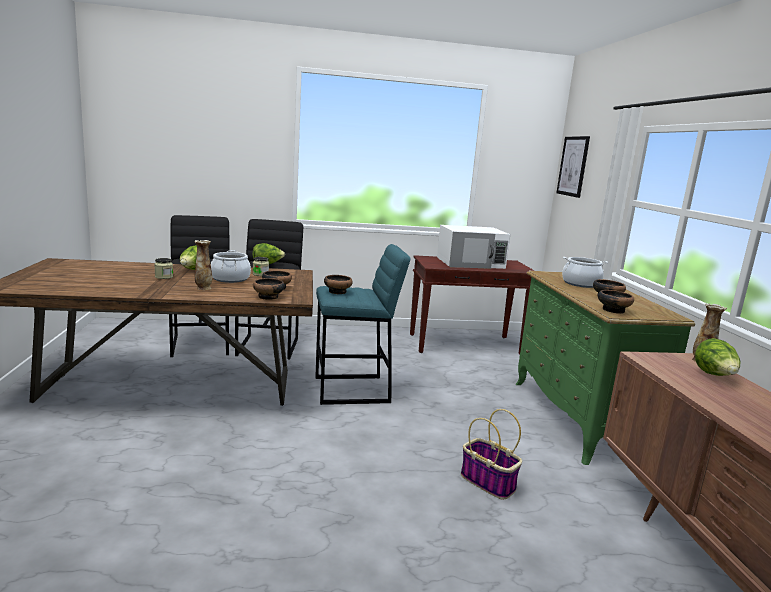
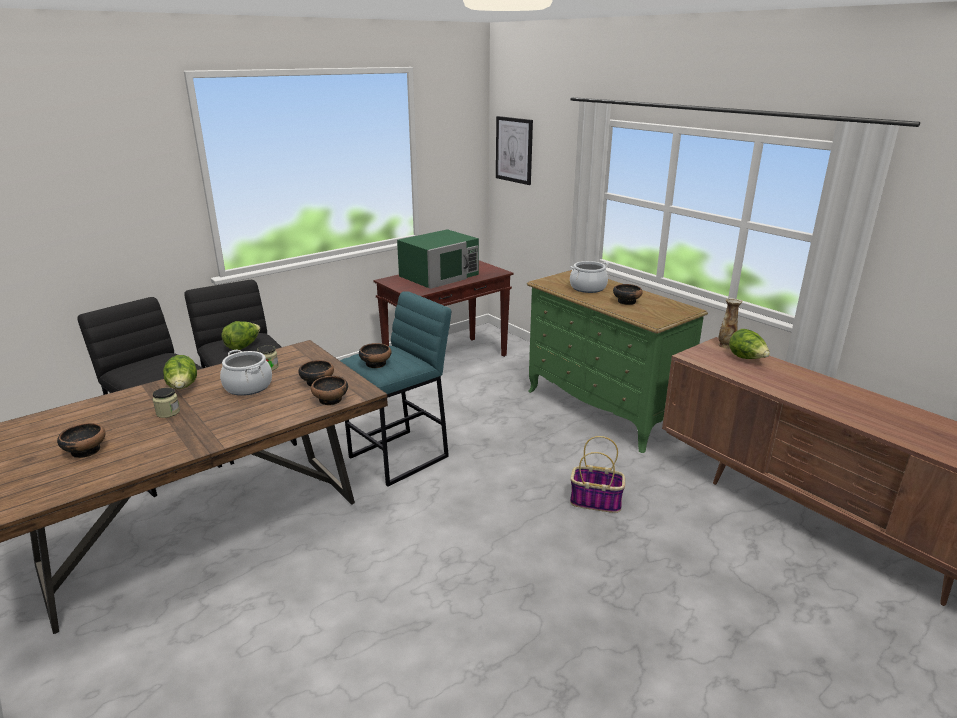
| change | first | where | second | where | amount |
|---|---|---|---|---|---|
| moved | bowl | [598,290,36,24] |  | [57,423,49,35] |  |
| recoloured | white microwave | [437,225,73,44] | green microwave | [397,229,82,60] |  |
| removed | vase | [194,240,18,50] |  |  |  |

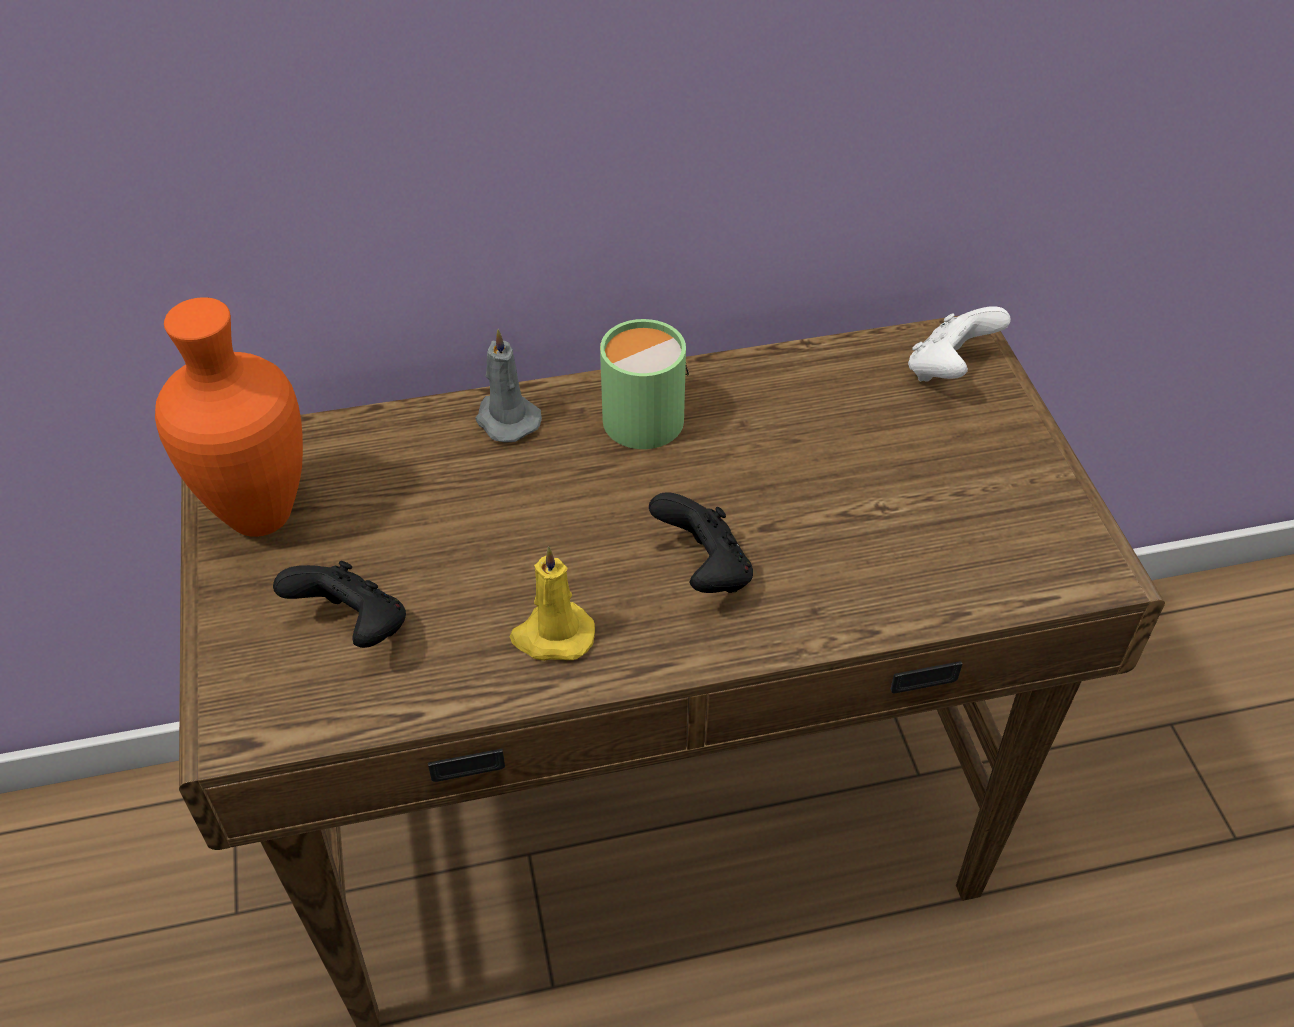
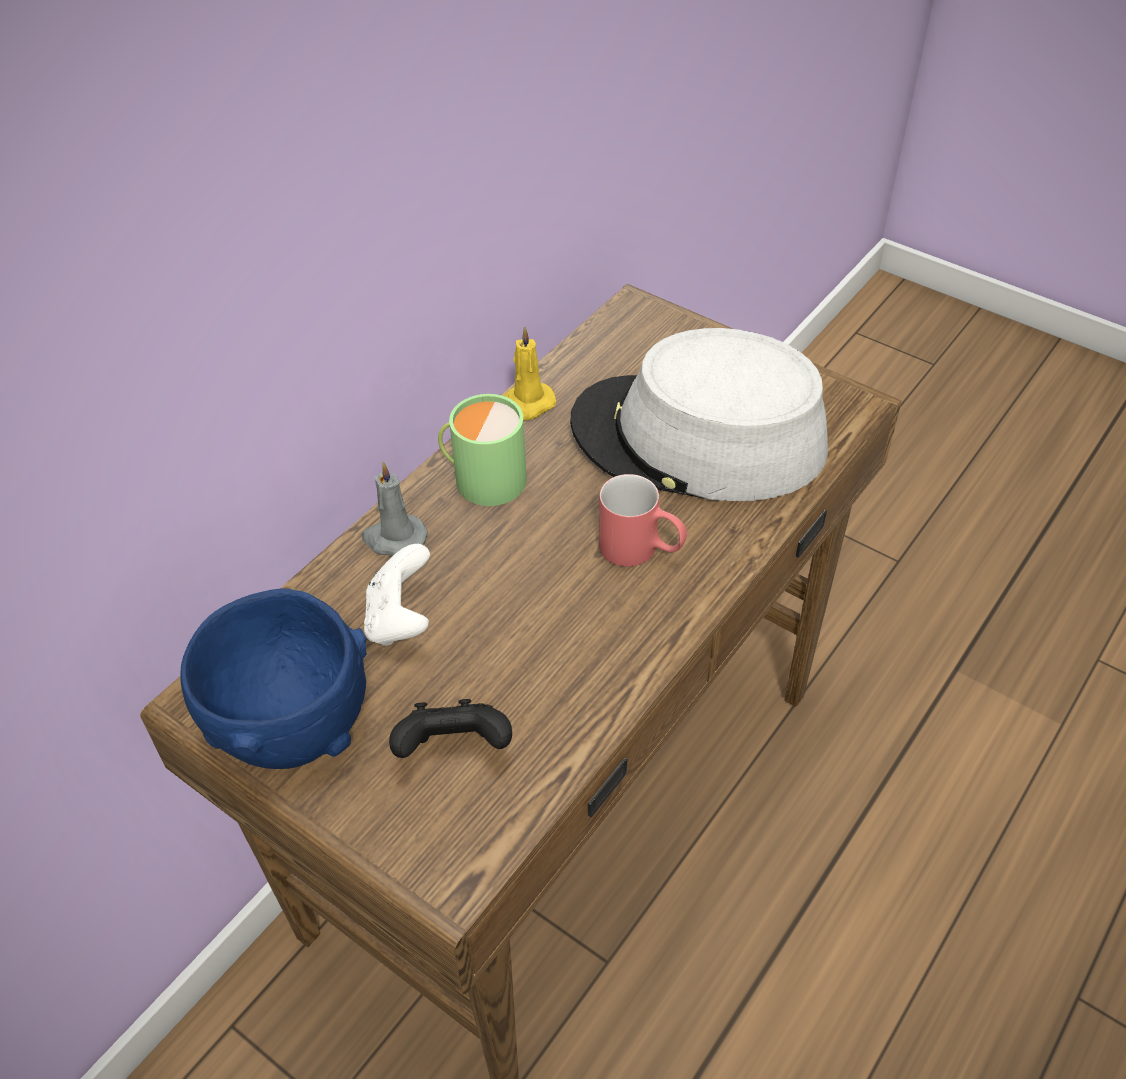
| change | first | where | second | where | amount |
|---|---|---|---|---|---|
| replaced | orange vase | [155,297,148,240] | blue bowl | [180,589,187,180] |  |
| moved | white game controller | [908,306,103,76] |  | [364,544,66,102] |  |
| moved | yellow candle | [510,546,85,115] |  | [504,326,52,95] |  |
| added |  |  | grey hat | [570,328,258,173] |  |
| replaced | black game controller | [649,492,104,101] | red mug | [599,474,88,93] |  |

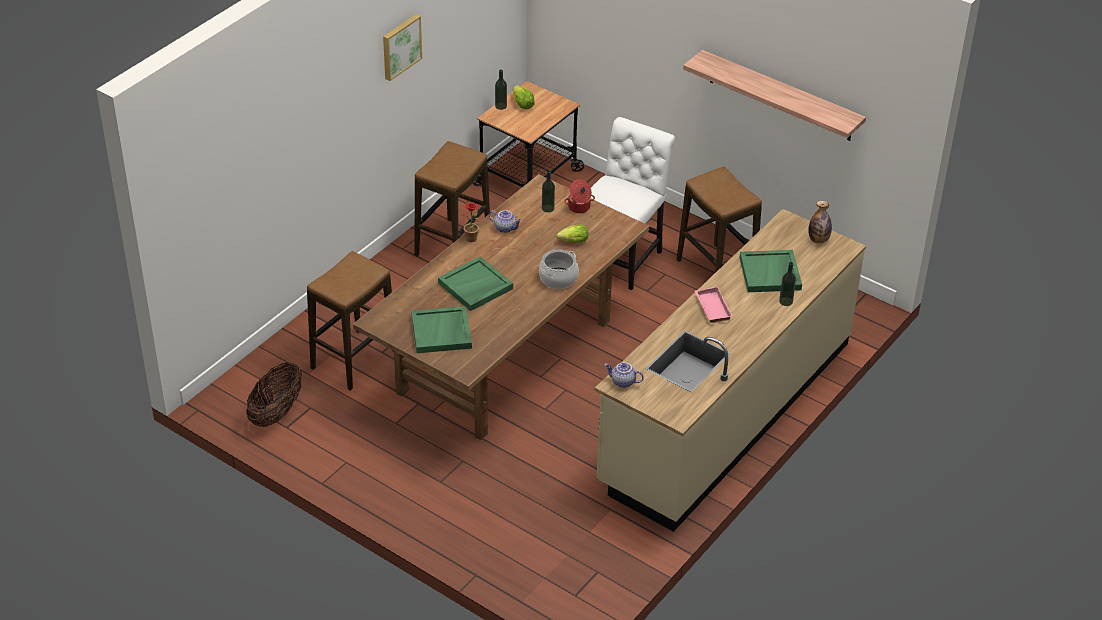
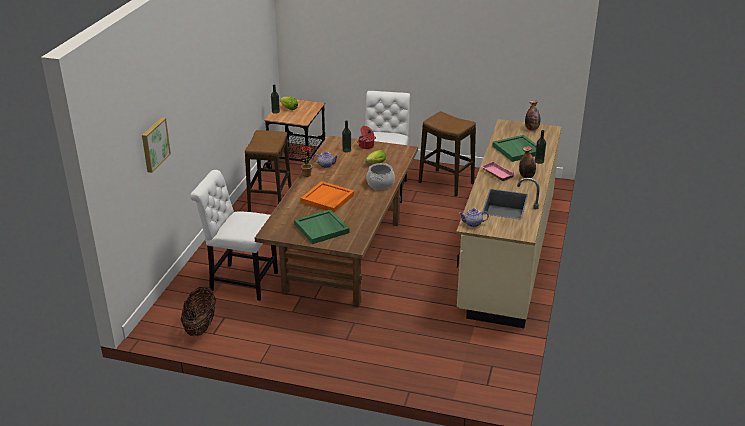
| change | first | where | second | where | amount |
|---|---|---|---|---|---|
| moved | picture | [383,14,39,67] |  | [142,117,29,56] |  |
| replaced | stool | [307,251,87,140] | white chair | [190,170,88,131] |  |
| recoloured | green tray | [438,257,75,54] | orange tray | [300,181,54,32] |  |
| added |  |  | bottle | [519,146,17,32] |  |
| removed | shelf | [683,50,183,91] |  |  |  |

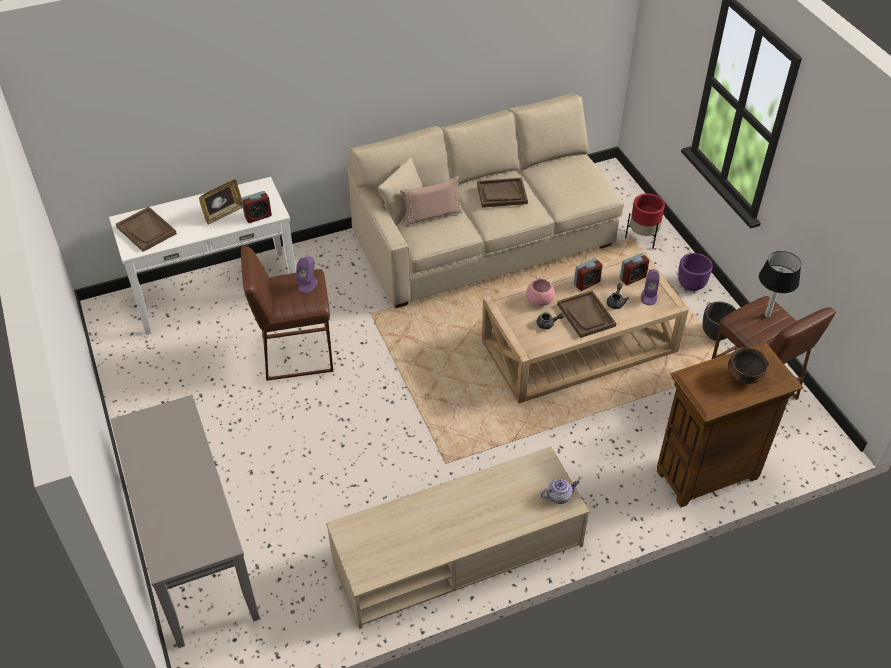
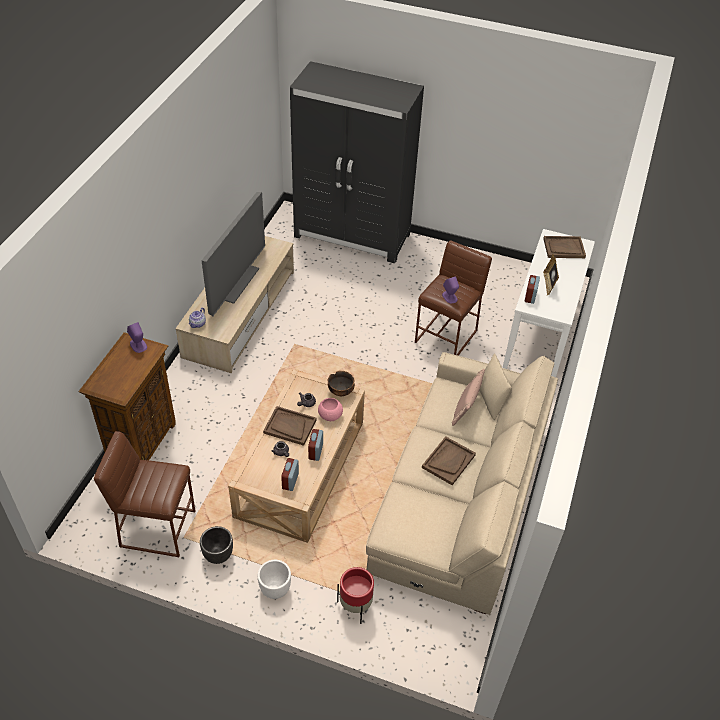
| change | first | where | second | where | amount |
|---|---|---|---|---|---|
| moved | purple speaker | [641,269,19,36] |  | [127,322,20,31] |  |
| added |  |  | television | [201,192,64,125] |  |
| recoloured | purple planter | [678,253,35,38] | white planter | [258,560,33,39] |  |
| replaced | grey console table | [111,395,149,253] | black cabinet | [290,61,134,202] |  |
| moved | bowl | [728,347,41,37] |  | [328,371,27,25] |  |
| removed | table lamp | [759,251,42,67] |  |  |  |

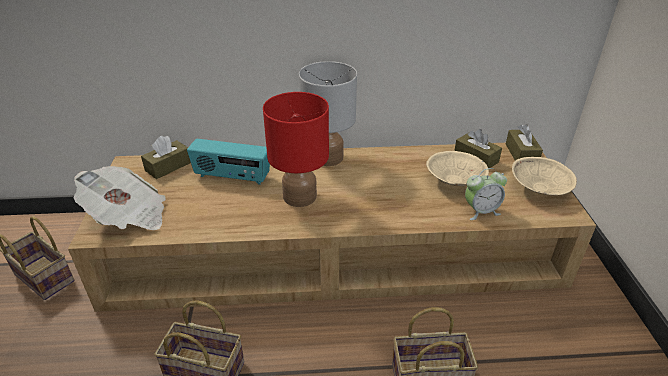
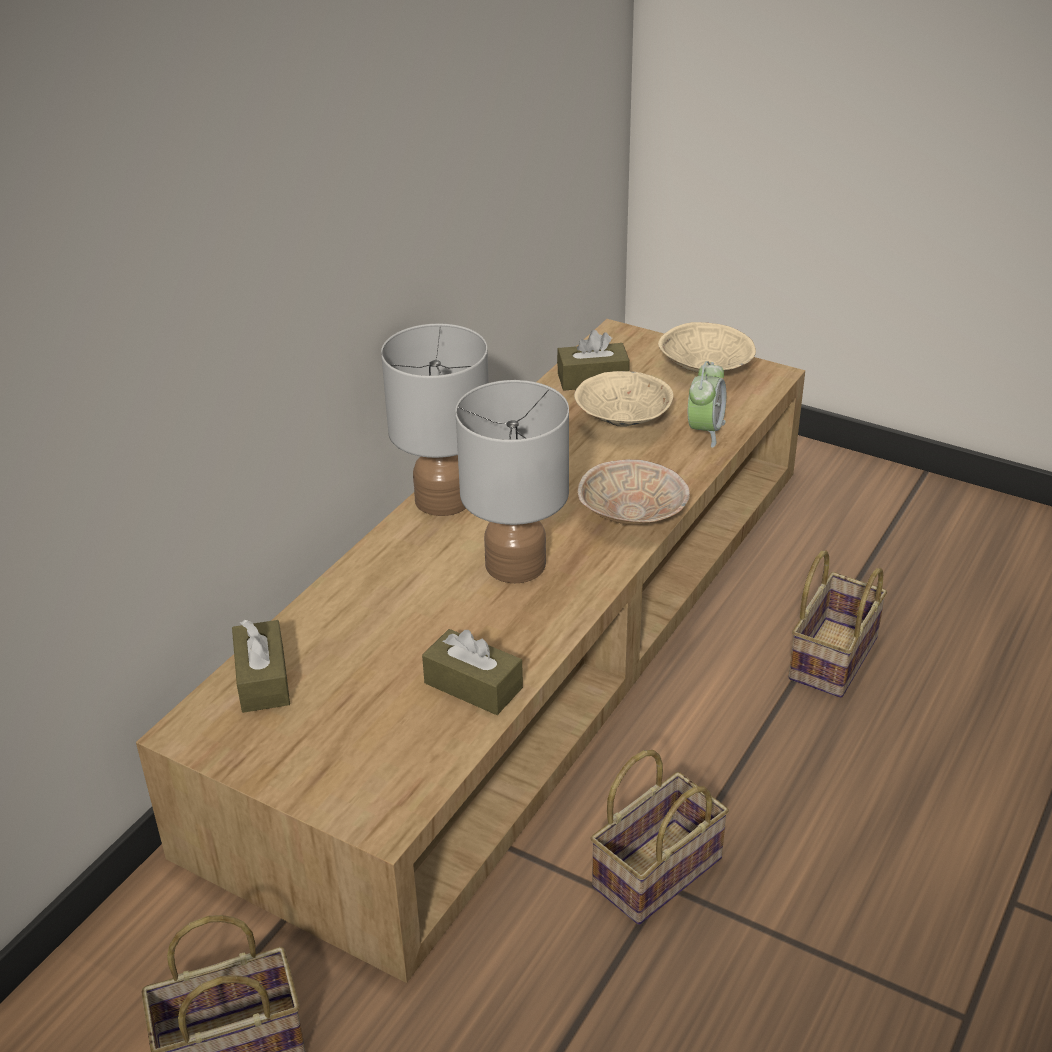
| change | first | where | second | where | amount |
|---|---|---|---|---|---|
| moved | brown tissue box | [506,124,37,37] |  | [422,629,101,86] |  |
| recoloured | red table lamp | [263,92,66,115] | grey table lamp | [455,380,114,203] |  |
| added |  |  | beige bowl | [578,459,112,66] |  |
| removed | newspaper | [74,166,92,64] |  |  |  |
| removed | radio | [187,139,83,46] |  |  |  |

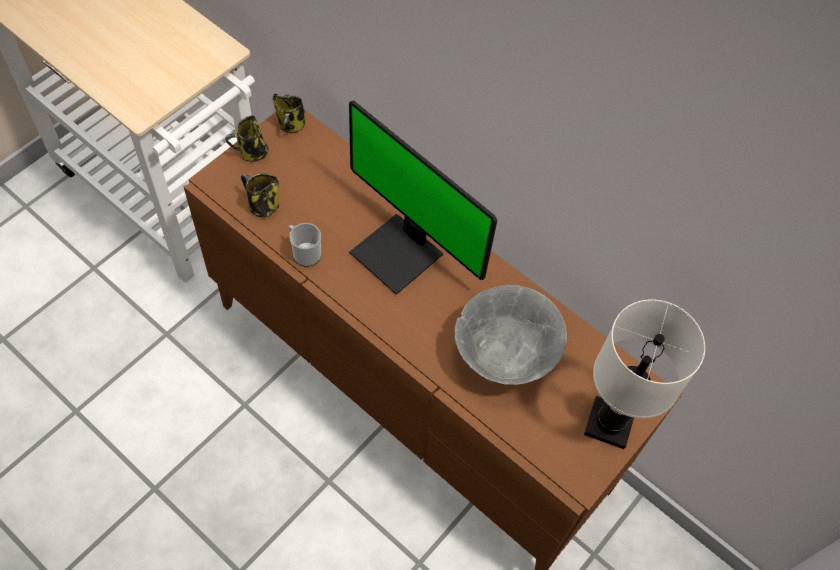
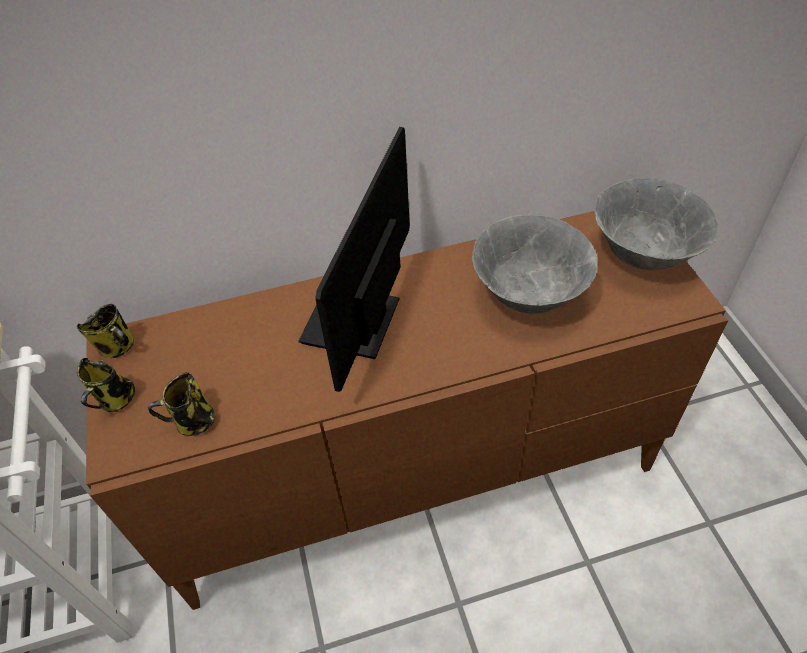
| change | first | where | second | where | amount |
|---|---|---|---|---|---|
| turned | monitor | [349,101,148,194] |  | [299,127,111,265] | 120 degrees clockwise |
| replaced | white table lamp | [584,300,121,149] | grey bowl | [594,178,124,92] |  |
| removed | mug | [288,223,33,44] |  |  |  |

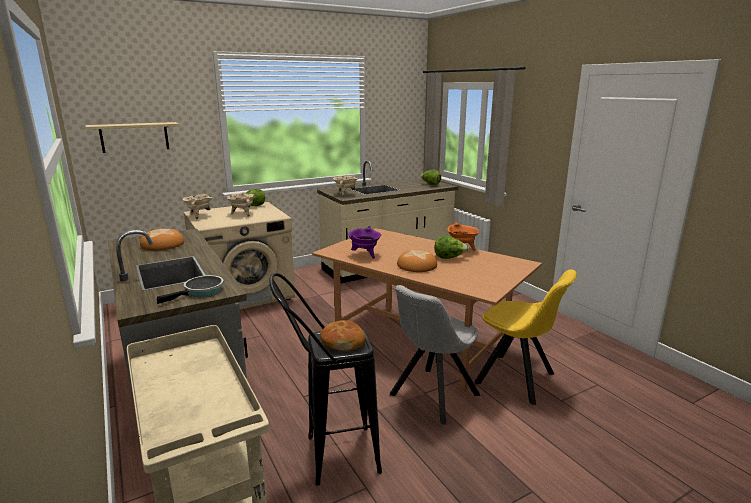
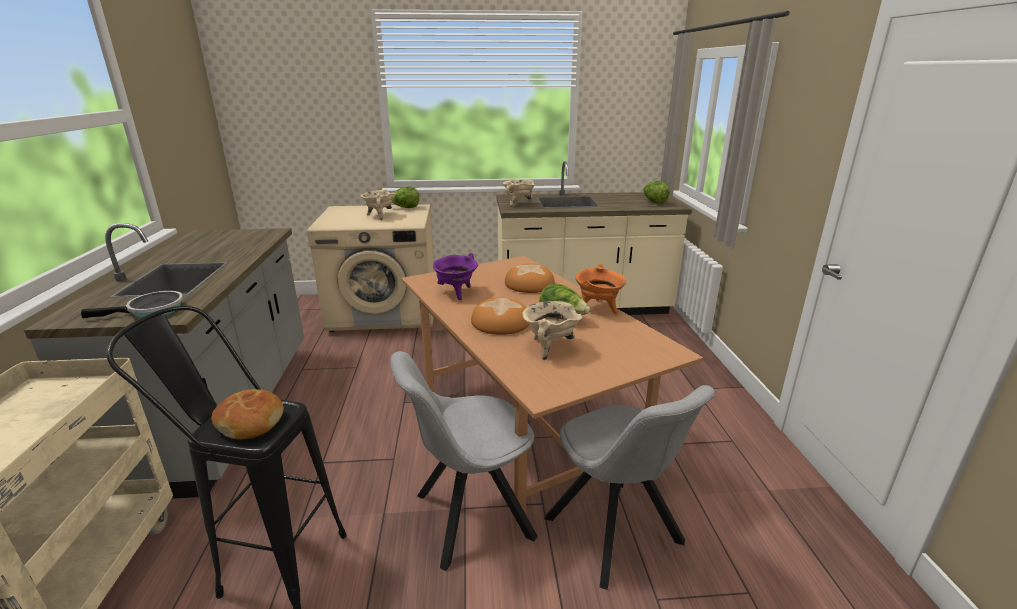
| change | first | where | second | where | amount |
|---|---|---|---|---|---|
| moved | bread | [140,228,44,22] |  | [505,264,50,29] |  |
| moved | beige cooking pot | [182,194,30,25] |  | [523,301,59,59] |  |
| recoloured | yellow chair | [474,270,103,135] | grey chair | [544,385,171,205] |  |
| removed | beige shelf | [86,122,94,31] |  |  |  |

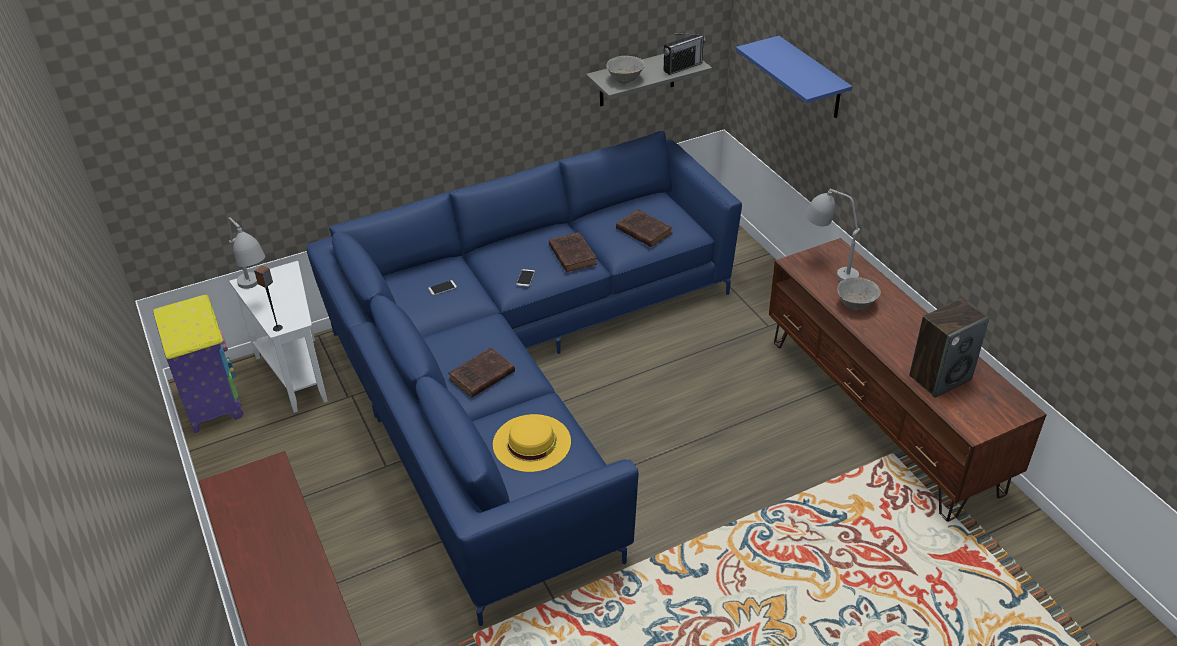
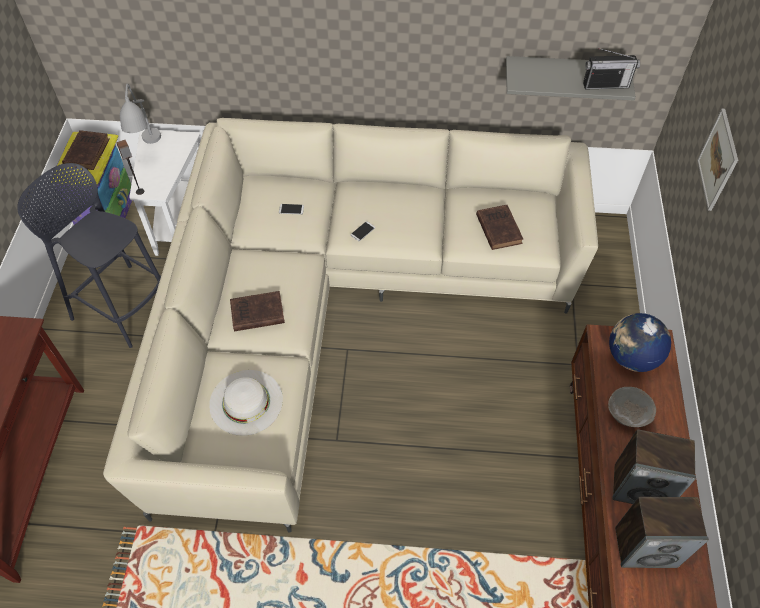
| change | first | where | second | where | amount |
|---|---|---|---|---|---|
| added |  |  | grey stool | [17,163,144,185] |  |
| moved | brown book | [549,232,48,40] |  | [62,130,48,40] |  |
| recoloured | blue sofa | [307,131,435,495] | beige sofa | [103,118,495,414] |  |
| recoloured | yellow hat | [493,414,78,58] | white hat | [209,370,74,66] |  |
| replaced | grey table lamp | [805,189,55,92] | globe | [609,313,62,59] |  |
| added |  |  | speaker | [612,429,84,75] |  |
| replaced | blue shelf | [736,36,116,82] | picture | [697,109,41,102] |  |
| removed | grey bowl | [606,56,39,27] |  |  |  |

